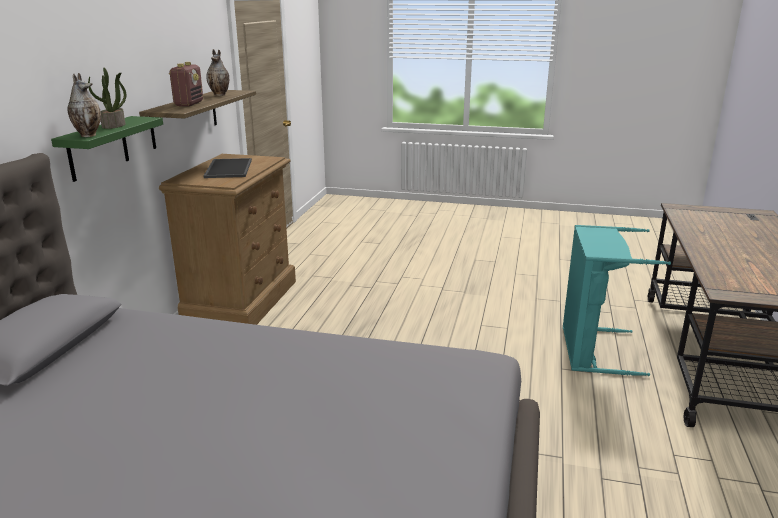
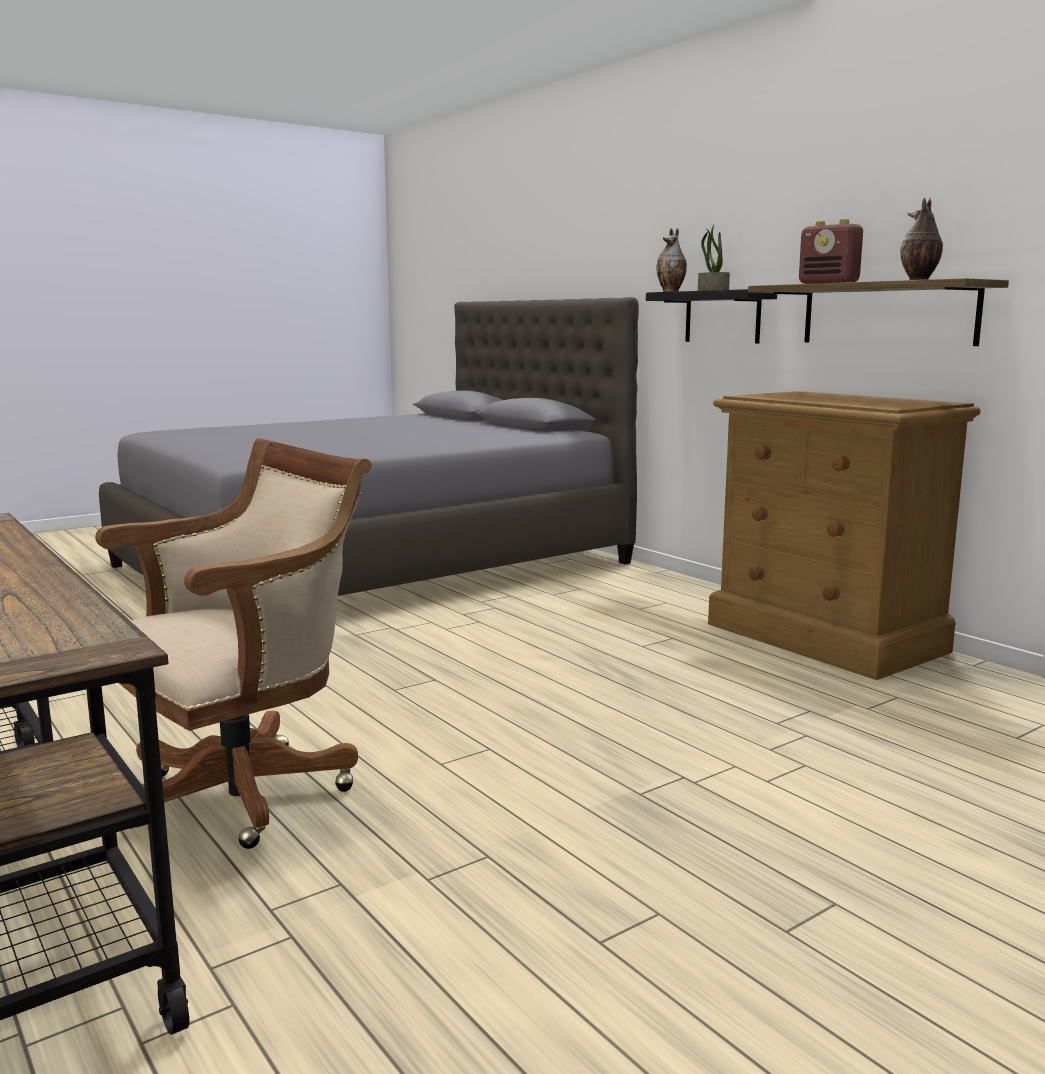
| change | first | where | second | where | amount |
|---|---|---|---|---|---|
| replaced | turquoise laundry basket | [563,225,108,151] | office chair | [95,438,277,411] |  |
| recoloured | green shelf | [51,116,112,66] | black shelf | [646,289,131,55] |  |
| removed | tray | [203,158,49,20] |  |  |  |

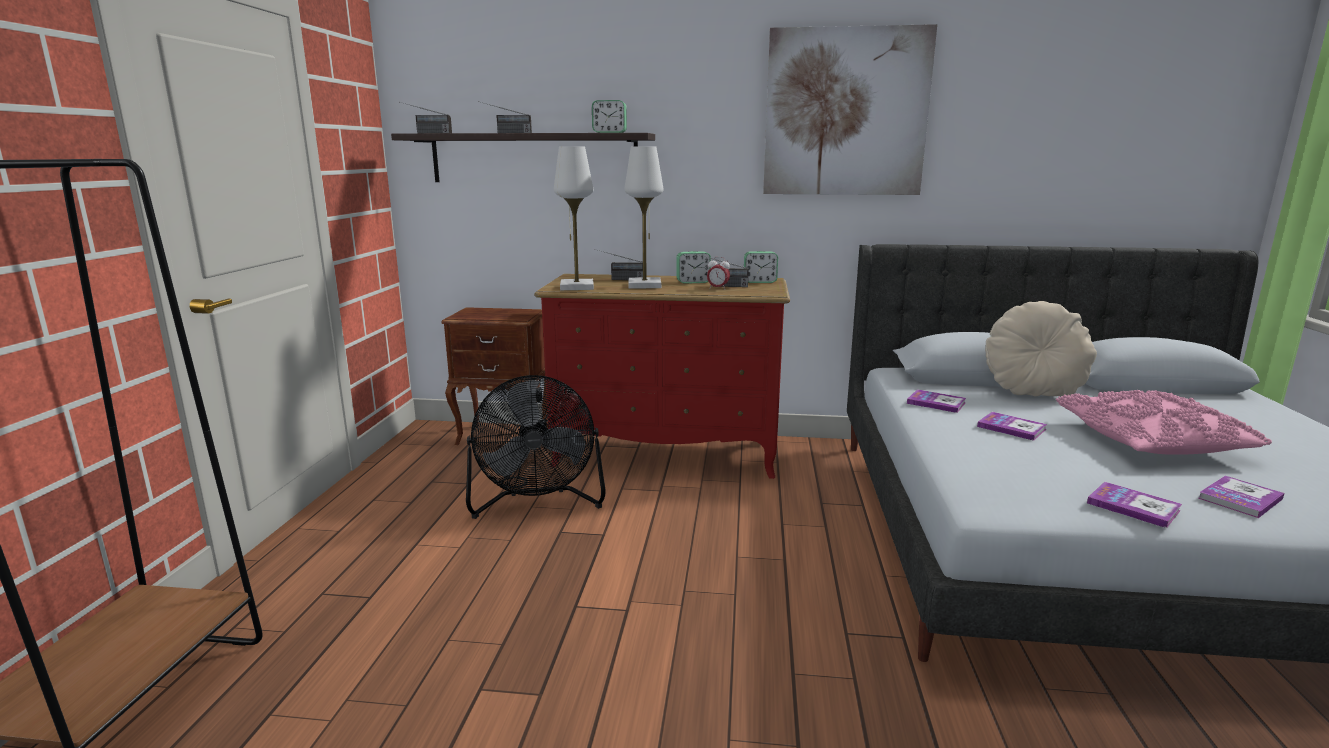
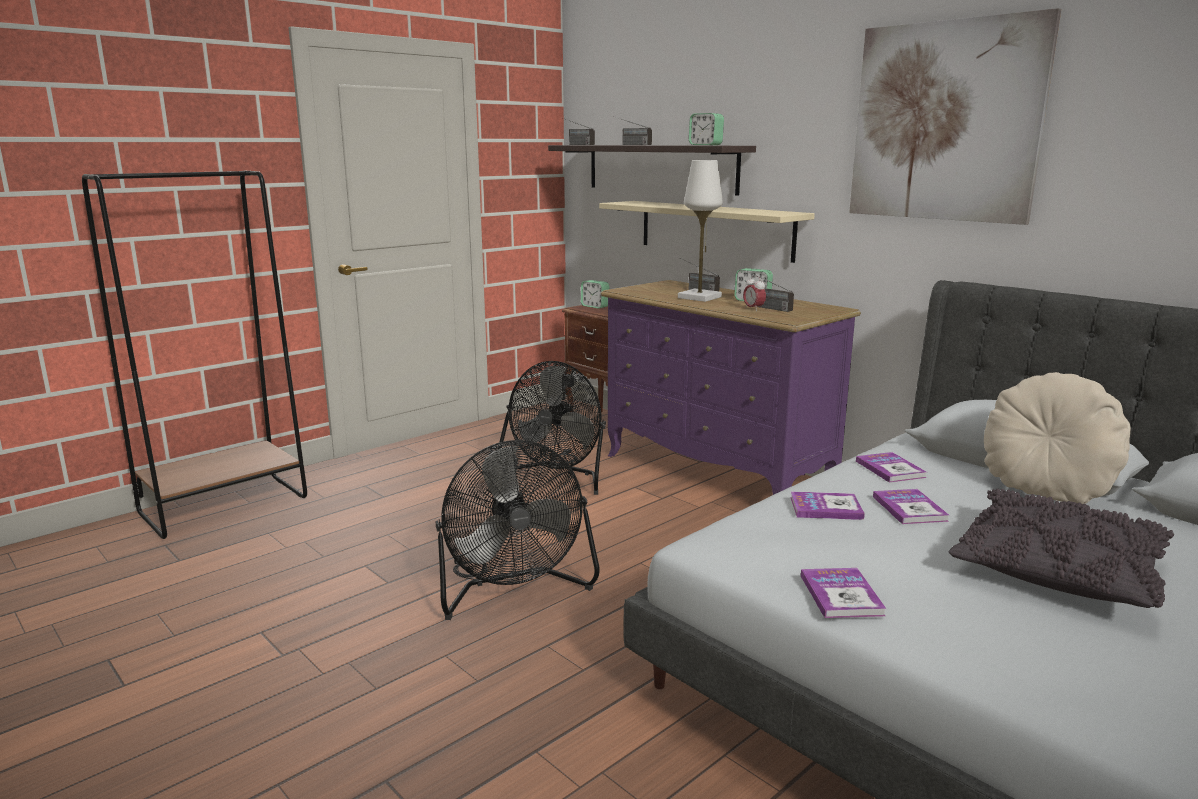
| change | first | where | second | where | amount |
|---|---|---|---|---|---|
| added |  |  | black fan | [436,440,164,180] |  |
| moved | alarm clock | [744,251,34,32] |  | [581,280,29,29] |  |
| added |  |  | beige shelf | [599,201,216,62] |  |
| recoloured | red dresser | [534,274,256,205] | purple dresser | [601,280,260,215] |  |
| moved | book | [1198,476,86,42] |  | [790,492,75,28] |  |
| recoloured | pink pillow | [1056,390,216,65] | black pillow | [949,488,225,120] |  |
| removed | white table lamp | [554,146,40,144] |  |  |  |

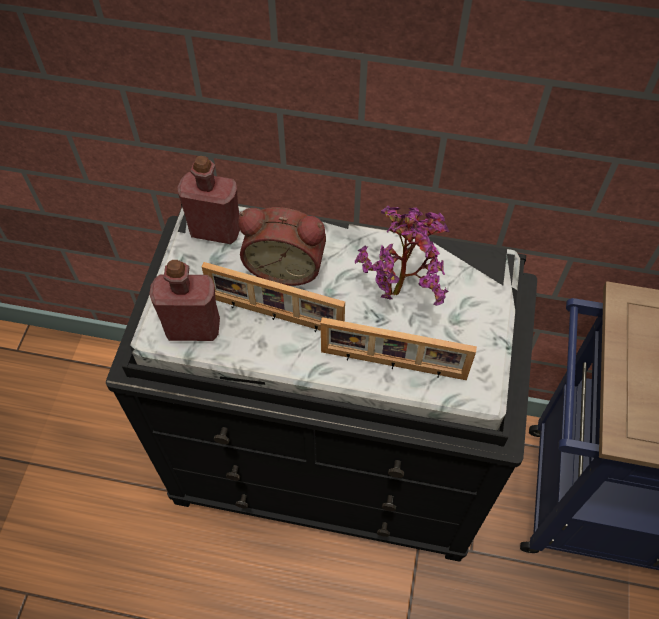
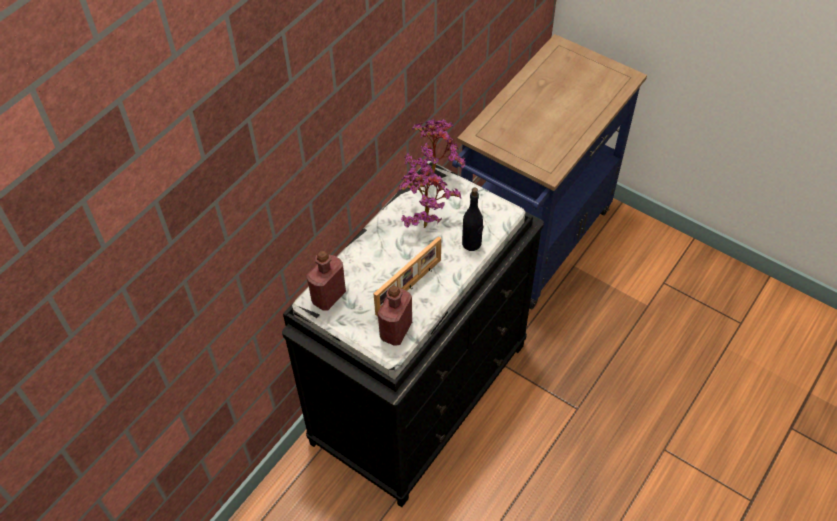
| change | first | where | second | where | amount |
|---|---|---|---|---|---|
| added |  |  | potted plant | [404,119,62,57] |  |
| replaced | picture frame | [321,317,156,63] | black bottle | [462,187,22,64] |  |
| removed | alarm clock | [238,207,88,79] |  |  |  |

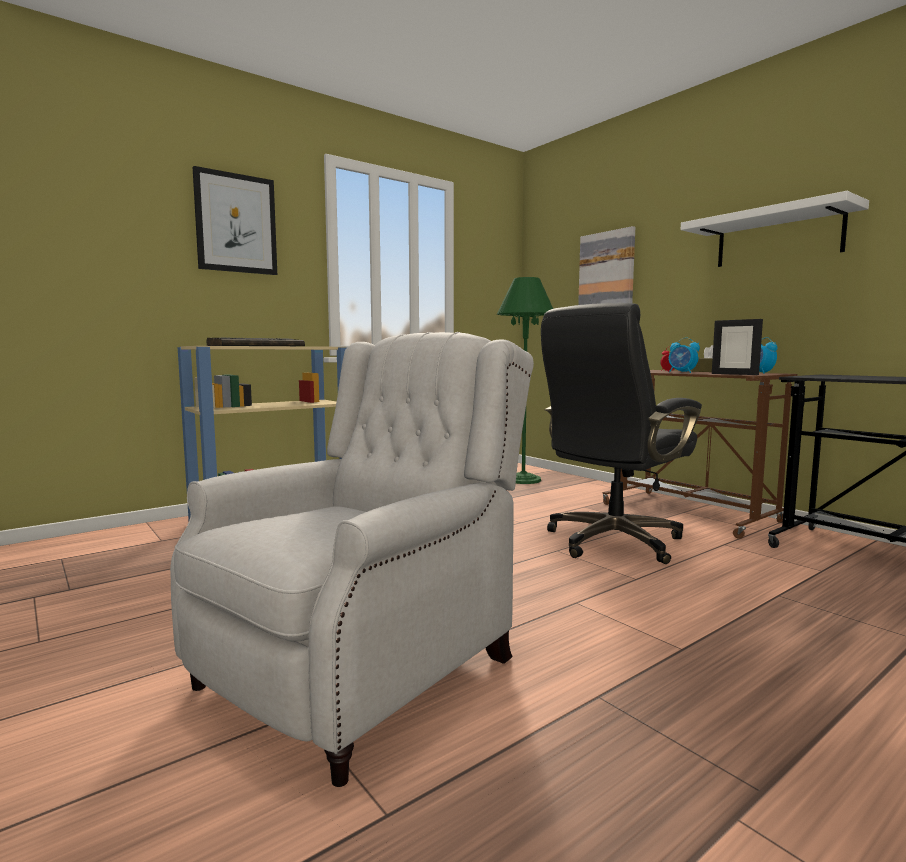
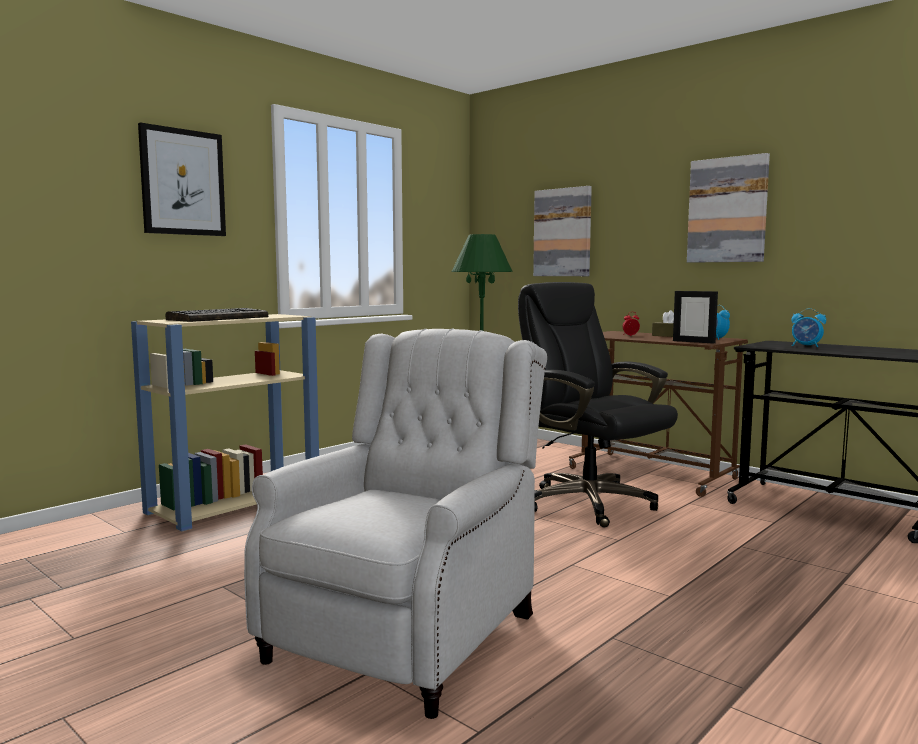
| change | first | where | second | where | amount |
|---|---|---|---|---|---|
| turned | black office chair | [541,303,161,261] |  | [518,282,160,246] | 105 degrees clockwise |
| replaced | white shelf | [681,191,188,76] | picture | [687,153,83,110] |  |
| moved | alarm clock | [669,337,31,36] |  | [791,308,35,39] |  |

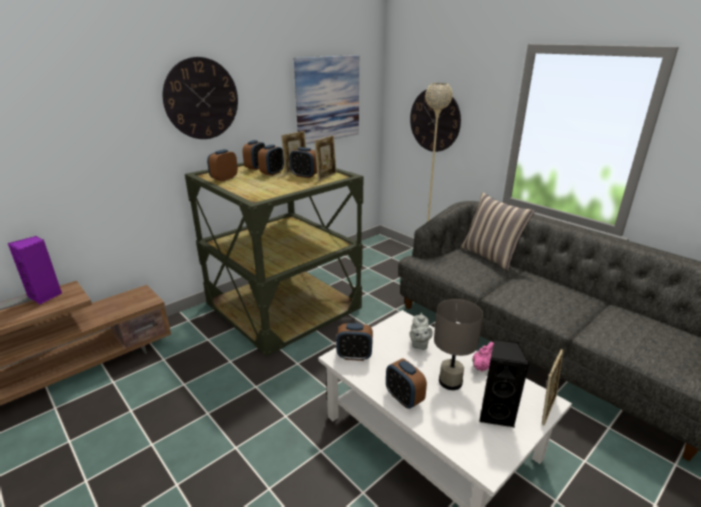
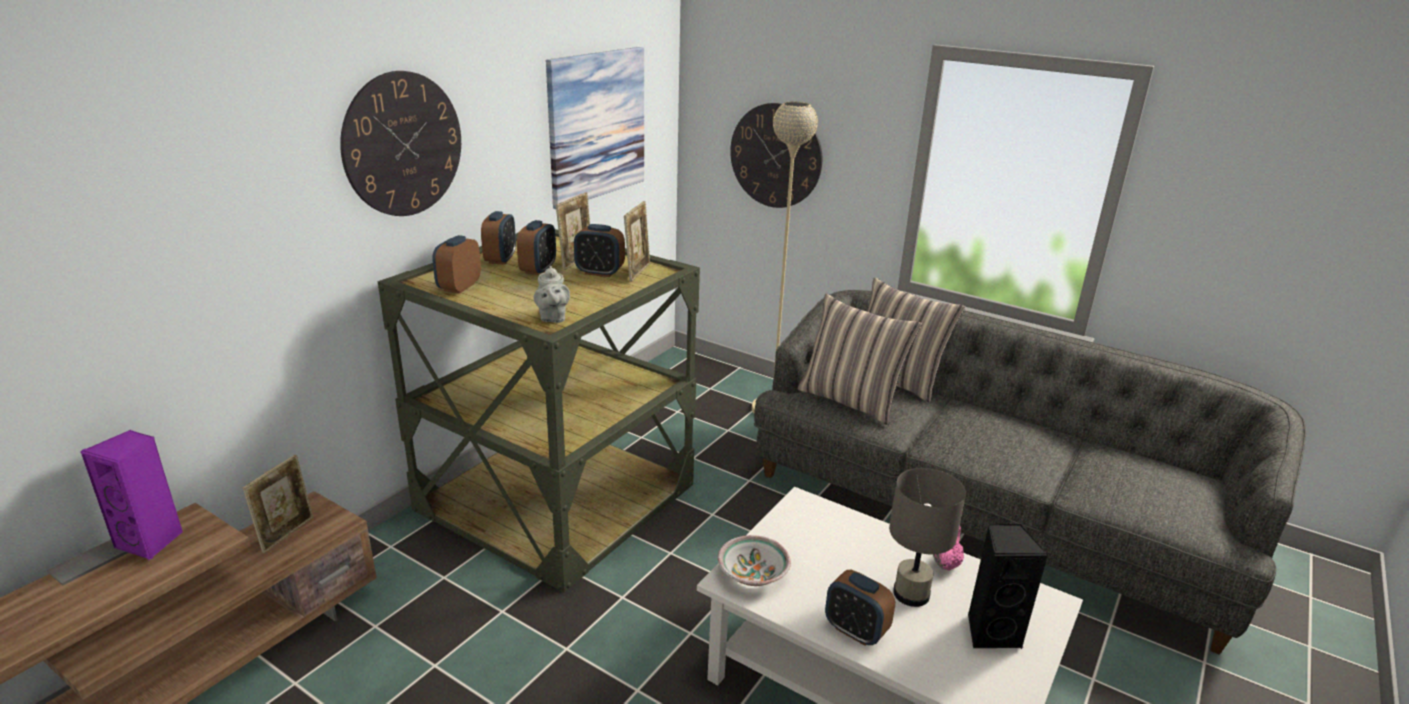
| change | first | where | second | where | amount |
|---|---|---|---|---|---|
| moved | picture frame | [542,349,22,76] |  | [243,455,70,98] |  |
| moved | grey teapot | [409,313,24,37] |  | [534,266,36,57] |  |
| replaced | alarm clock | [336,323,37,38] | bowl | [718,535,73,51] |  |
| added |  |  | pillow | [798,293,124,132] |  |

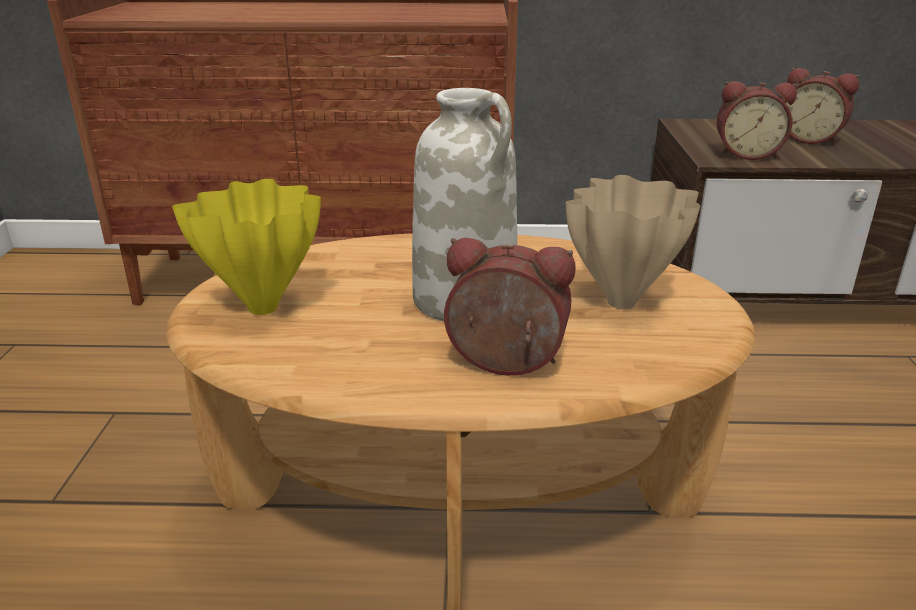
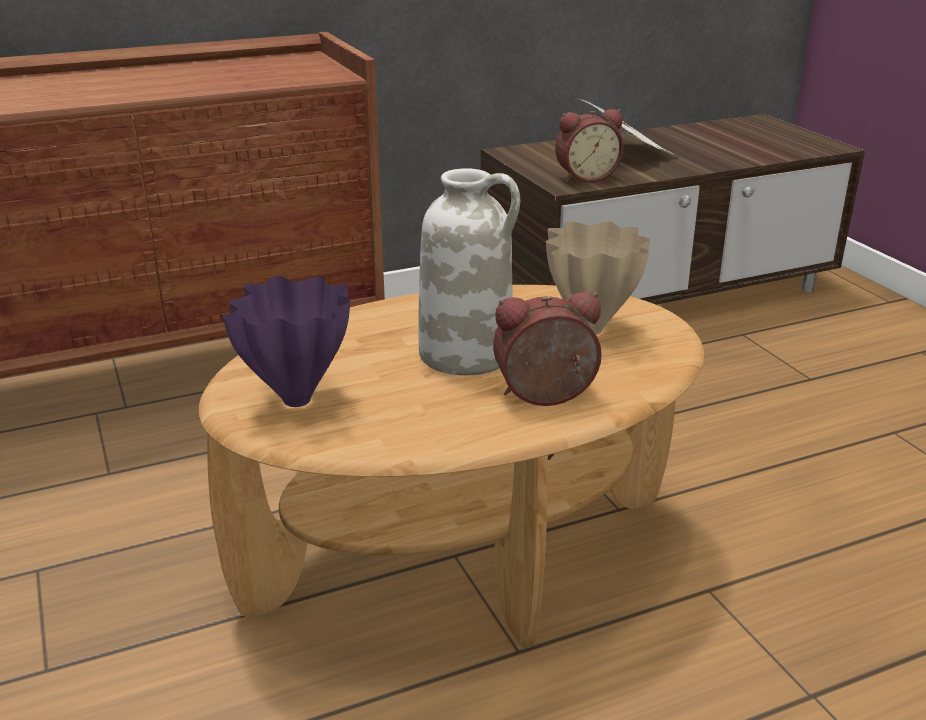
| change | first | where | second | where | amount |
|---|---|---|---|---|---|
| recoloured | yellow vase | [172,179,149,136] | purple vase | [223,276,127,131] |  |
| replaced | alarm clock | [783,68,77,78] | newspaper | [580,99,96,56] |  |

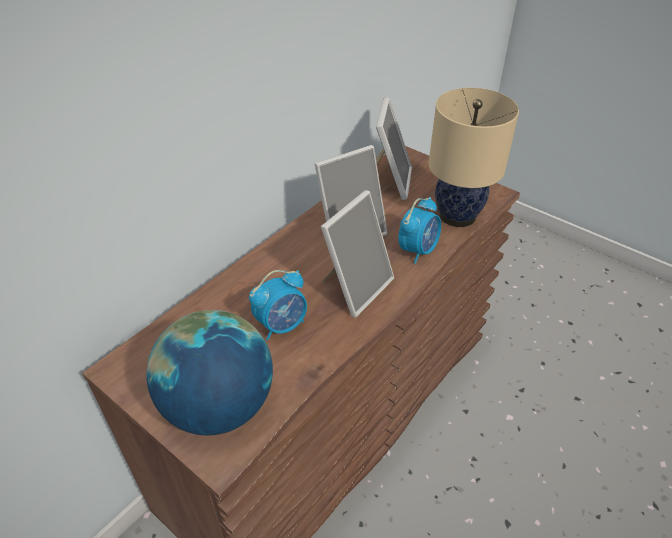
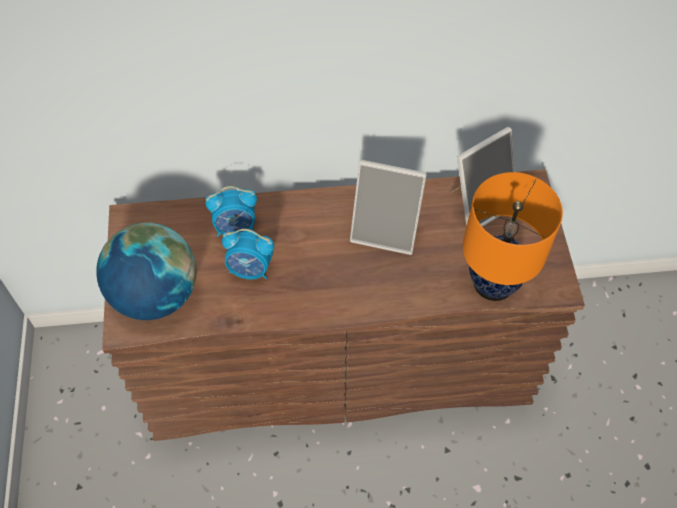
| change | first | where | second | where | amount |
|---|---|---|---|---|---|
| moved | alarm clock | [398,197,43,67] |  | [205,186,52,51] |  |
| recoloured | beige table lamp | [429,88,90,139] | orange table lamp | [463,172,100,129] |  |
| removed | picture frame | [321,190,73,128] |  |  |  |

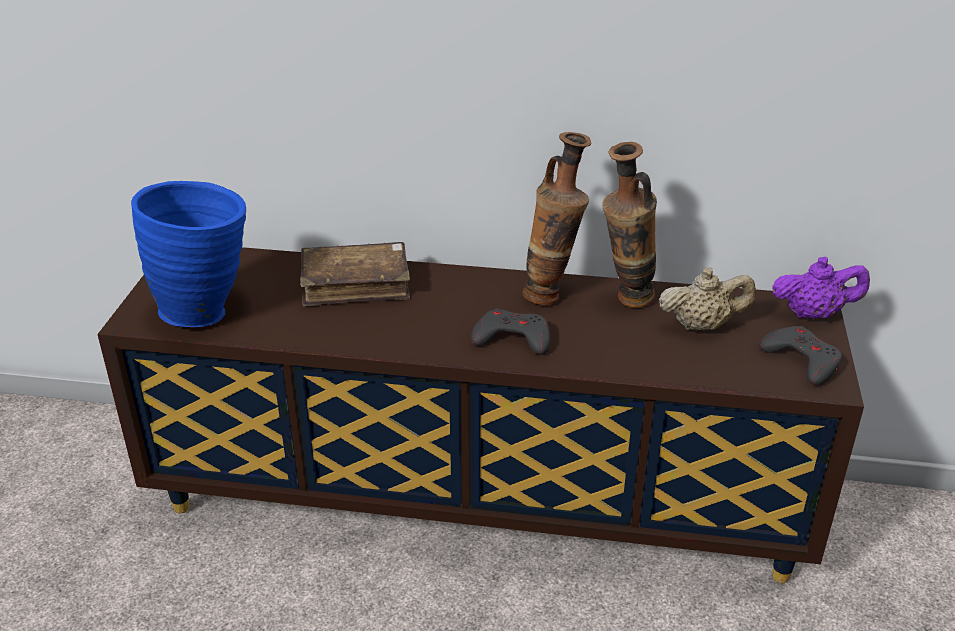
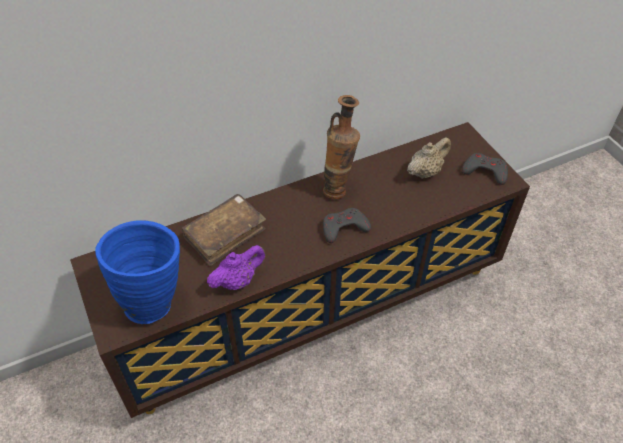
| change | first | where | second | where | amount |
|---|---|---|---|---|---|
| moved | purple teapot | [772,257,98,62] |  | [207,245,58,45] |  |
| removed | vase | [602,142,55,166] |  |  |  |

